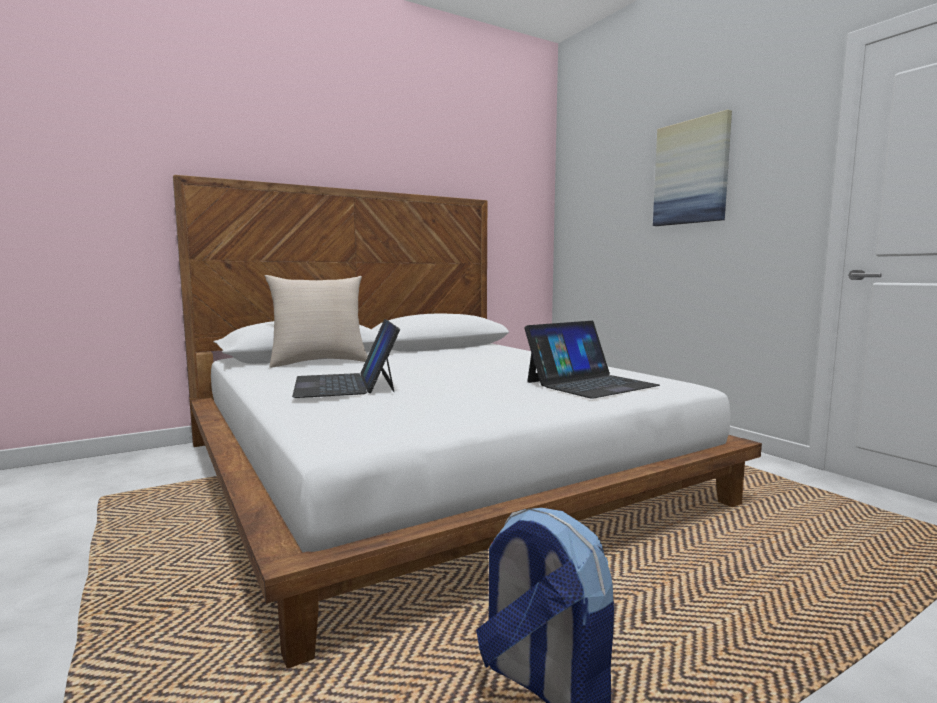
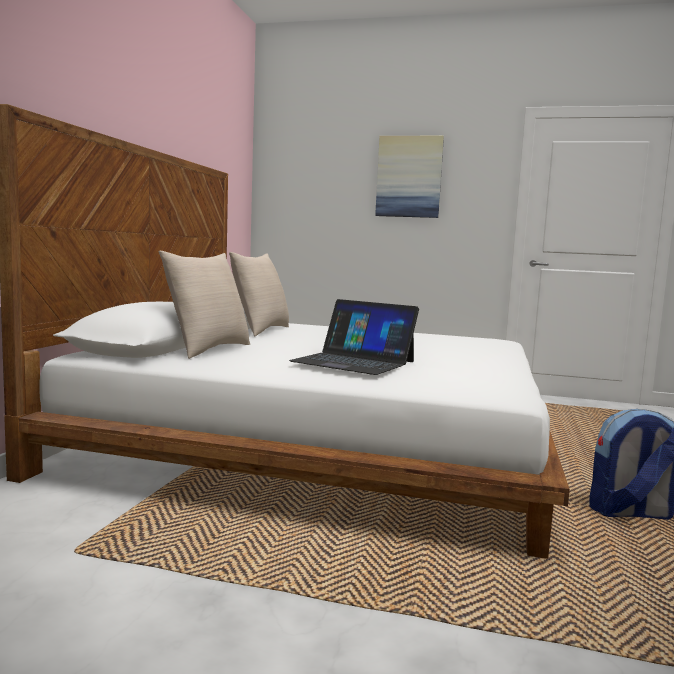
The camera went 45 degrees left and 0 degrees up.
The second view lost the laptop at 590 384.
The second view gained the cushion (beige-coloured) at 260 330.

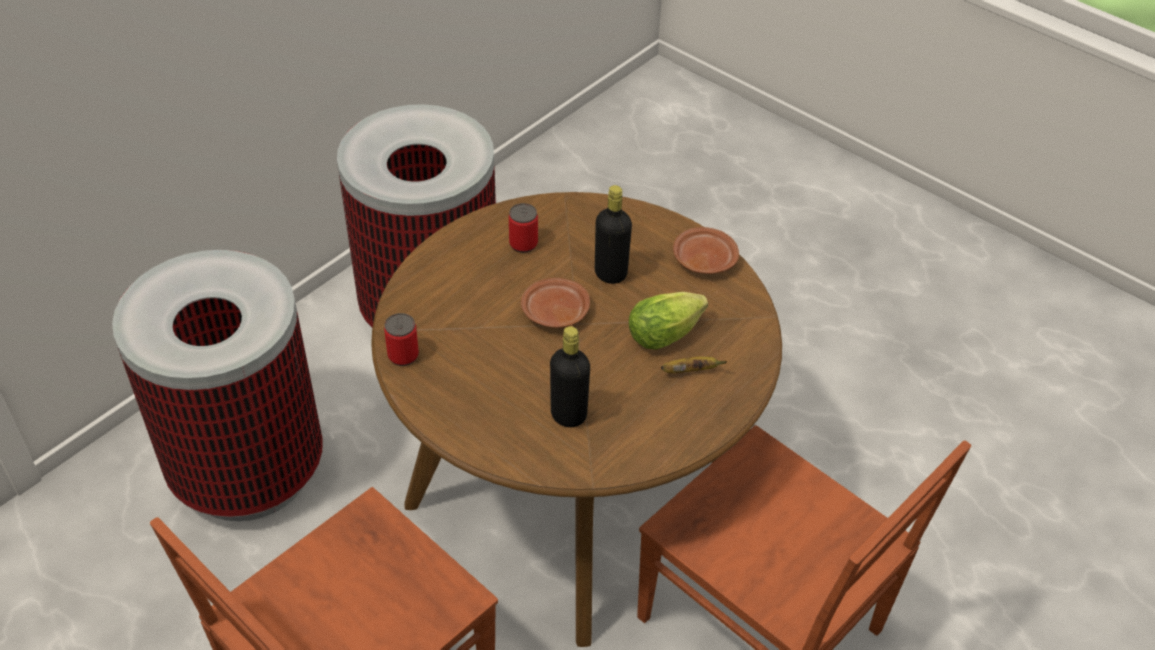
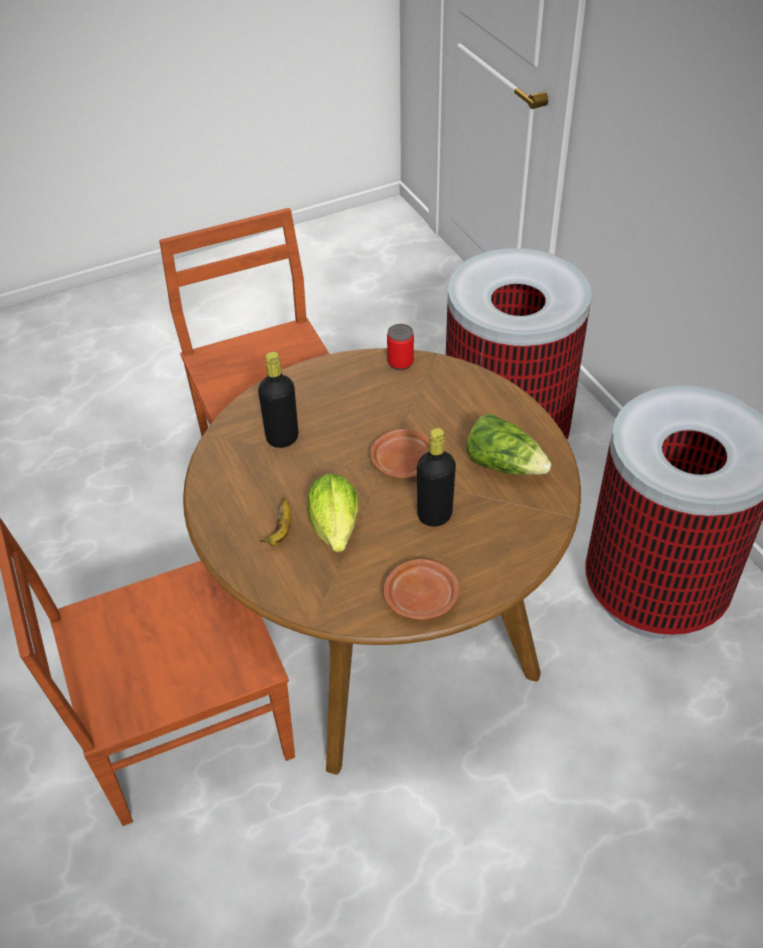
The camera went 115 degrees right and 0 degrees up.
Where the can stood at 523 244, the head of lettuce came to stand at 504 465.

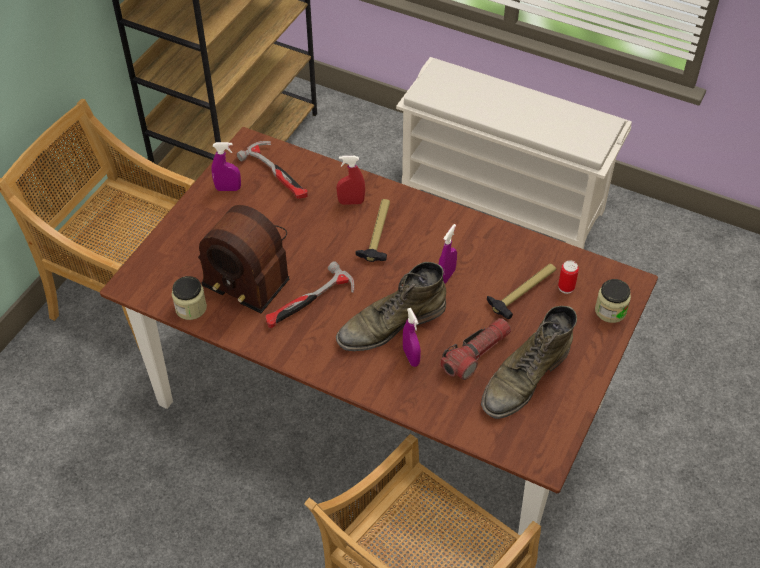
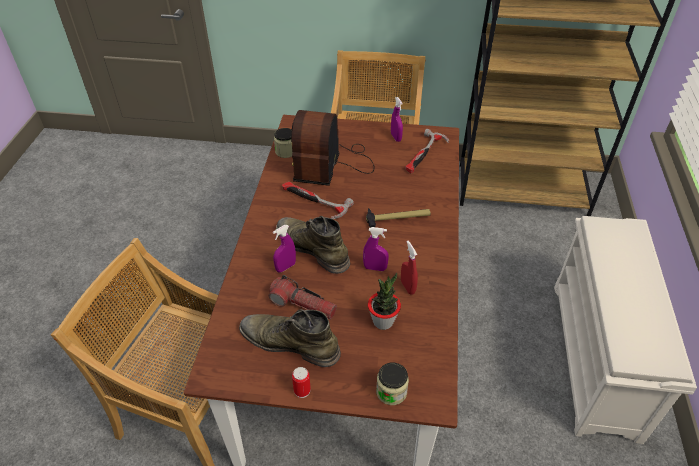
The camera went 70 degrees right and 5 degrees down.
The spray bottle (red-coloured) ended up elsewhere, having gone from 351 202 to 407 287.
Where the hand hammer stood at 523 291, the potted plant came to stand at 383 321.
The can ended up elsewhere, having gone from 566 287 to 302 390.

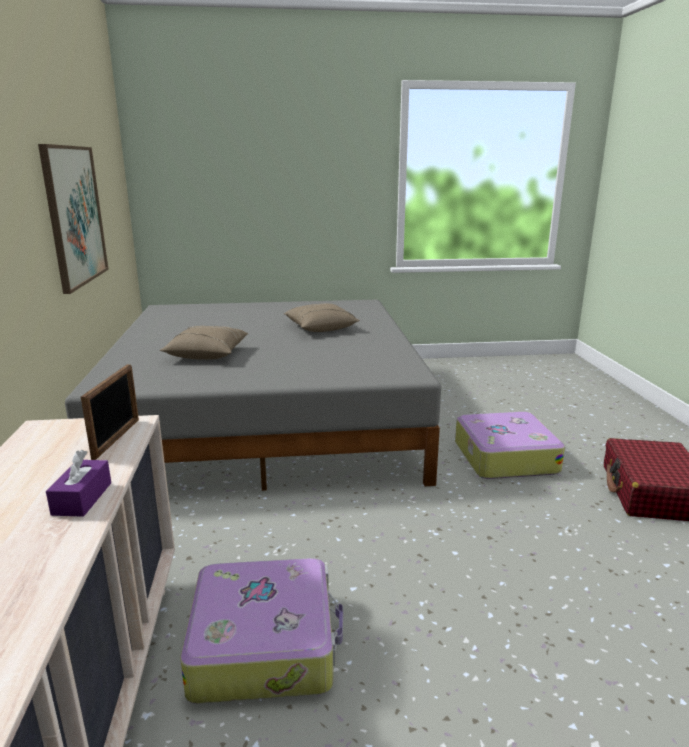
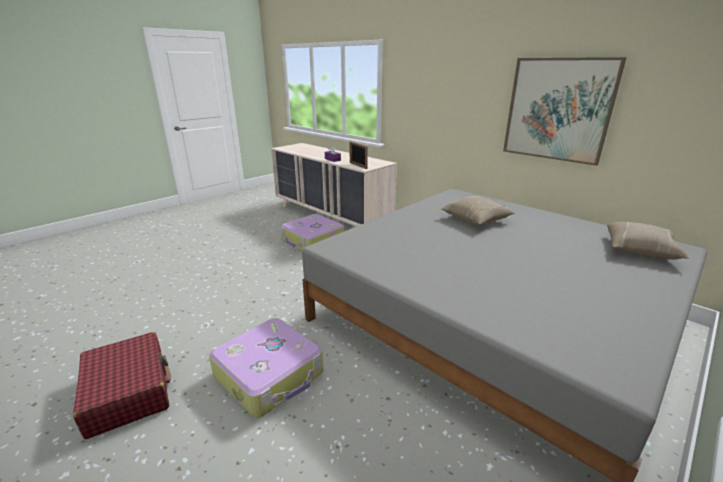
The camera went 140 degrees right and 5 degrees up.
The cushion (beige-coloured) ended up elsewhere, having gone from 320 328 to 640 250.

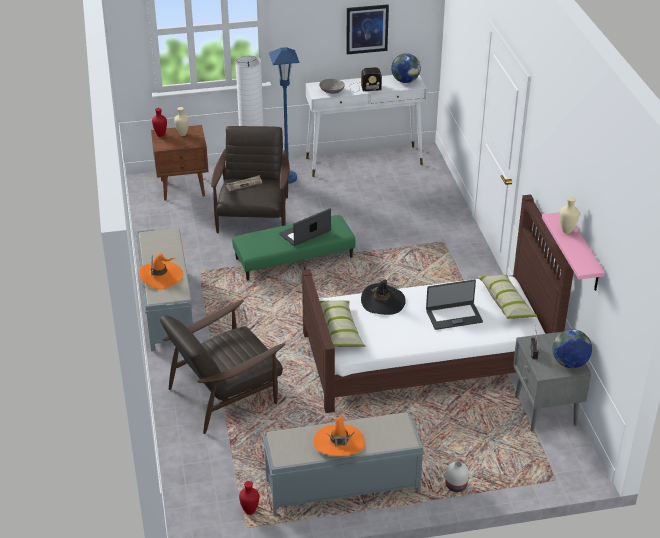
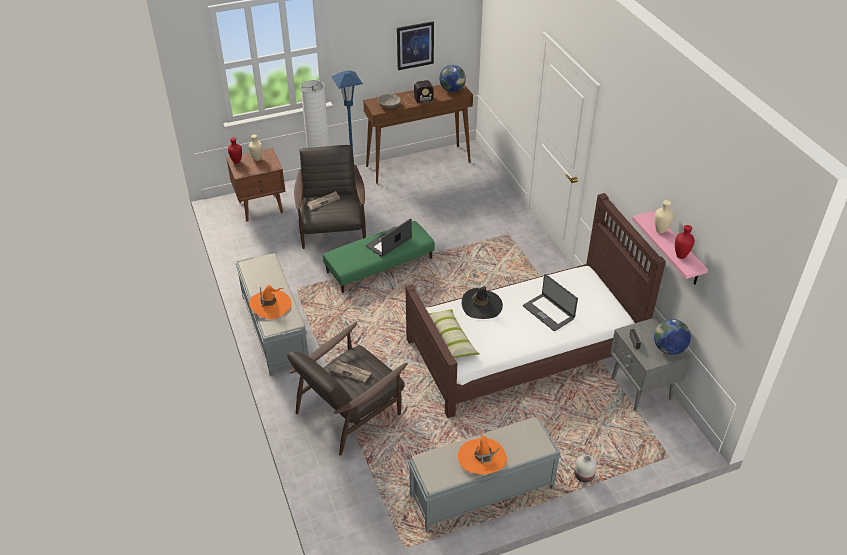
The camera went 10 degrees left and 5 degrees up.
The decorative vase (red-coloured) ended up elsewhere, having gone from 250 511 to 680 255.
What was the hall table (white-coloured) at 364 161 turned into the hall table (brownish) at 419 164.
The laptop at 453 316 ended up facing another way, 75 degrees clockwise from before.
The second view lost the cushion at 506 303.
The second view gained the daily paper at 351 372.

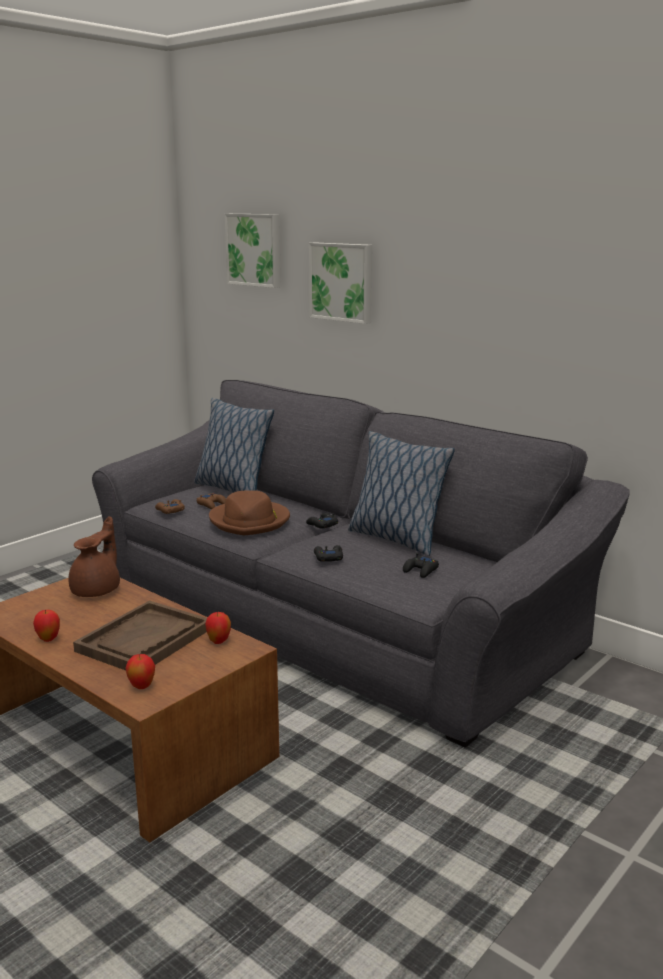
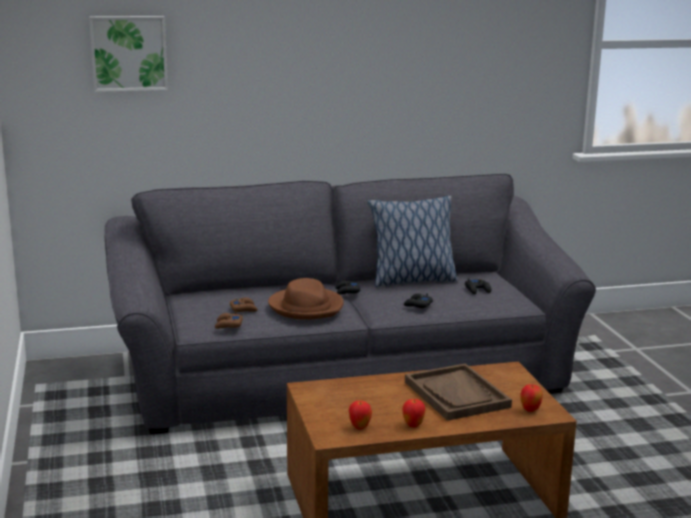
The camera went 55 degrees left and 0 degrees up.
The second view lost the tea pot (brownish) at 97 590.
The second view lost the cushion at 232 489.
The apple fruit ended up elsewhere, having gone from 219 642 to 359 427.
The second view lost the wall picture at 342 282.

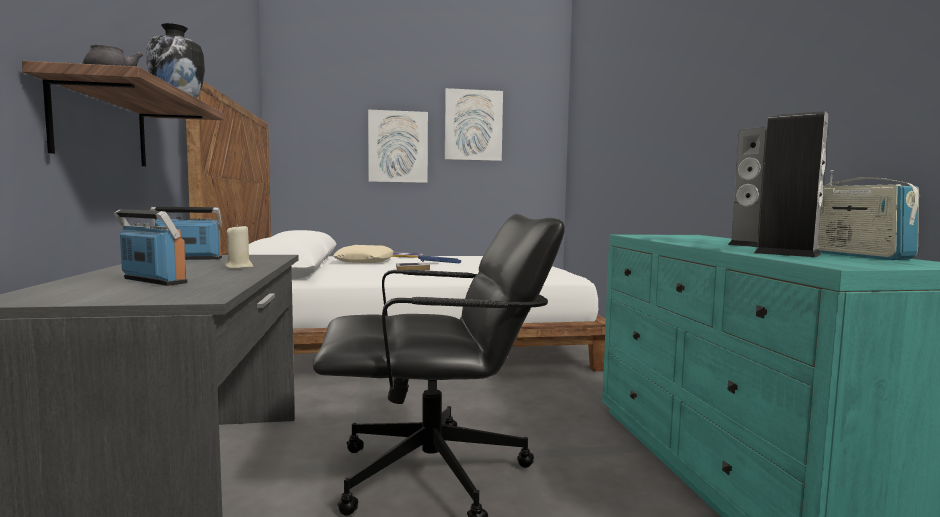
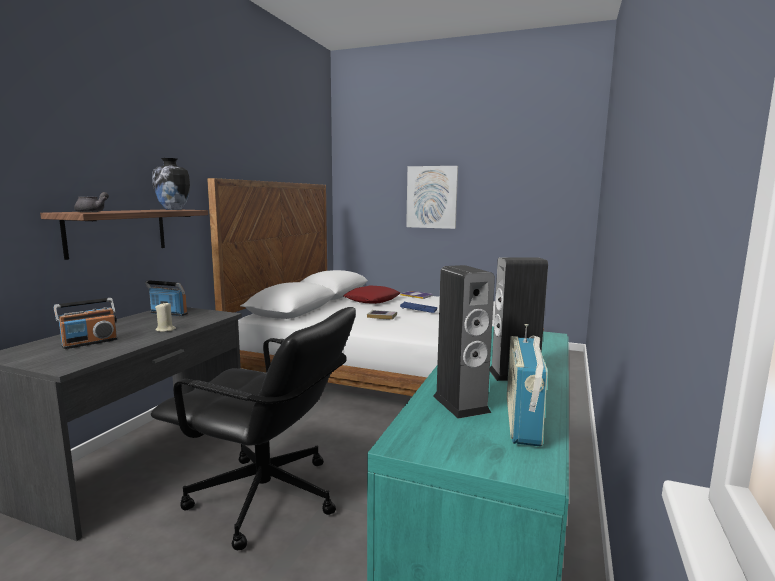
The camera went 30 degrees right and 5 degrees up.
The radio receiver at 153 281 ended up facing another way, 75 degrees clockwise from before.
What was the cushion (beige-coloured) at 364 261 turned into the cushion (red-coloured) at 372 300.
The second view lost the wall picture at 473 125.

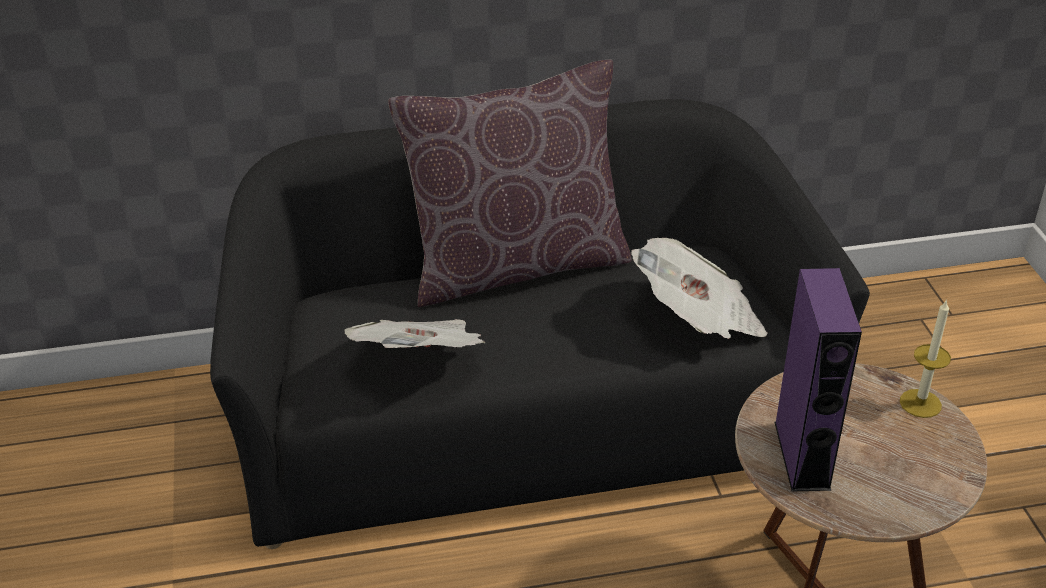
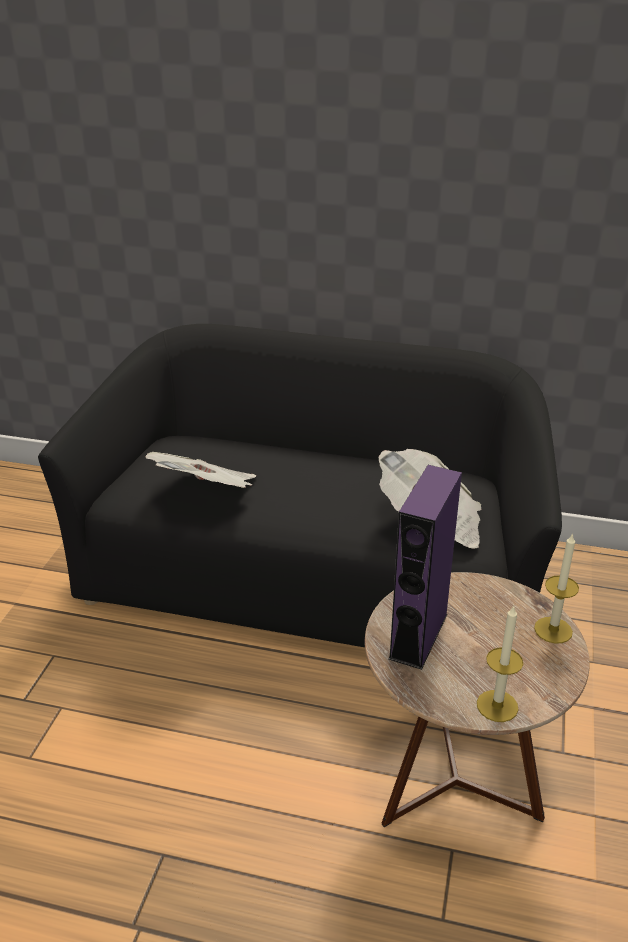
The camera went 25 degrees right and 5 degrees down.
The second view lost the cushion (brownish) at 516 265.
The second view gained the candle at 497 706.

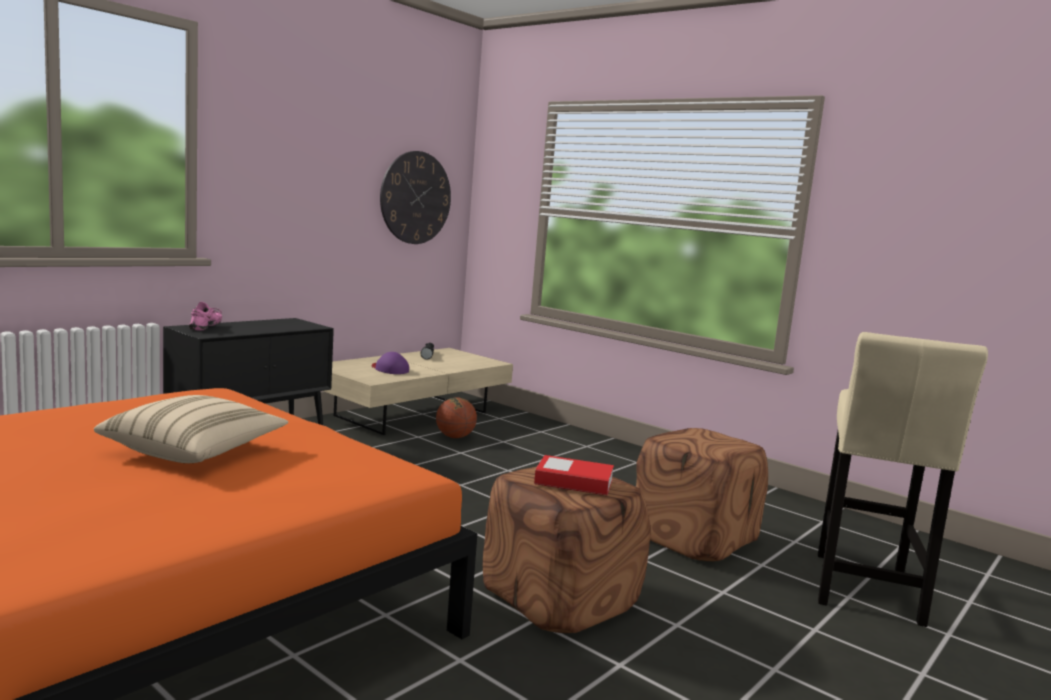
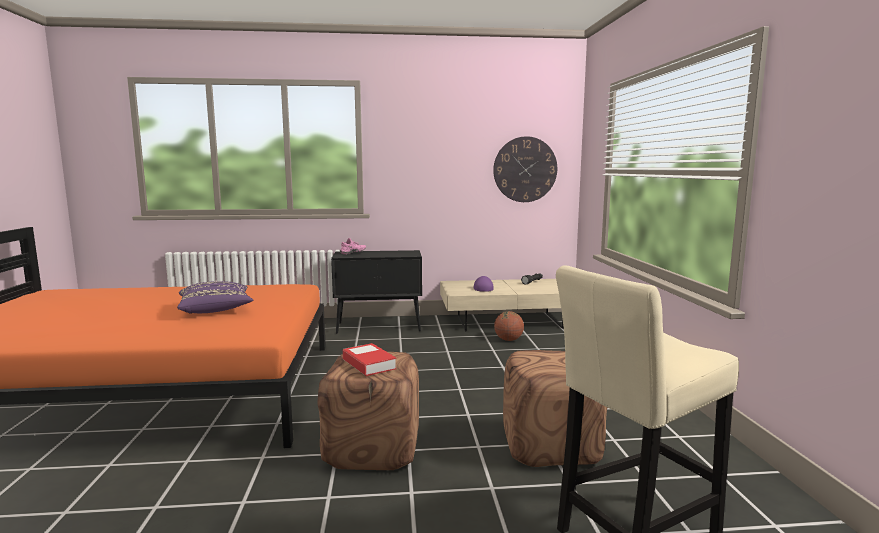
The camera went 45 degrees right and 0 degrees up.
What was the cushion (beige-coloured) at 195 451 turned into the cushion (purplish) at 216 310.

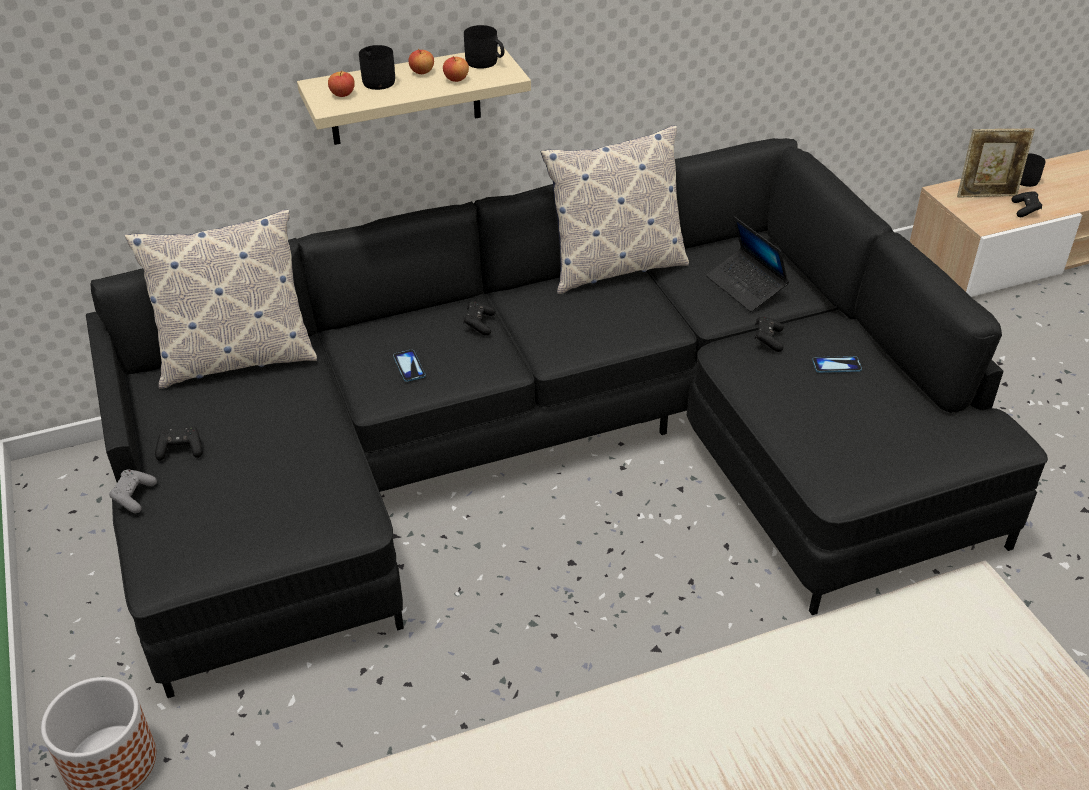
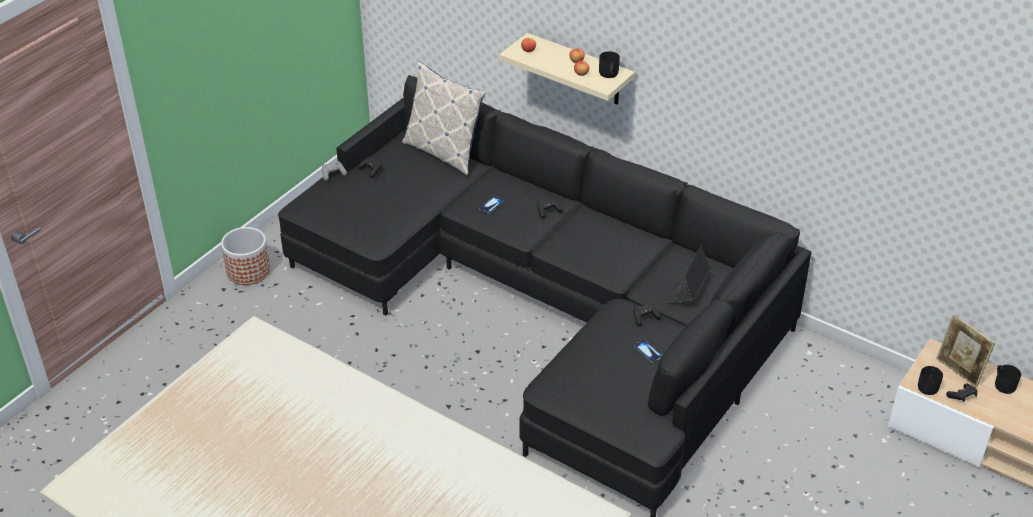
The camera went 55 degrees right and 0 degrees up.
The coffee mug (black) ended up elsewhere, having gone from 377 80 to 929 386.
The second view lost the cushion at 615 267.

